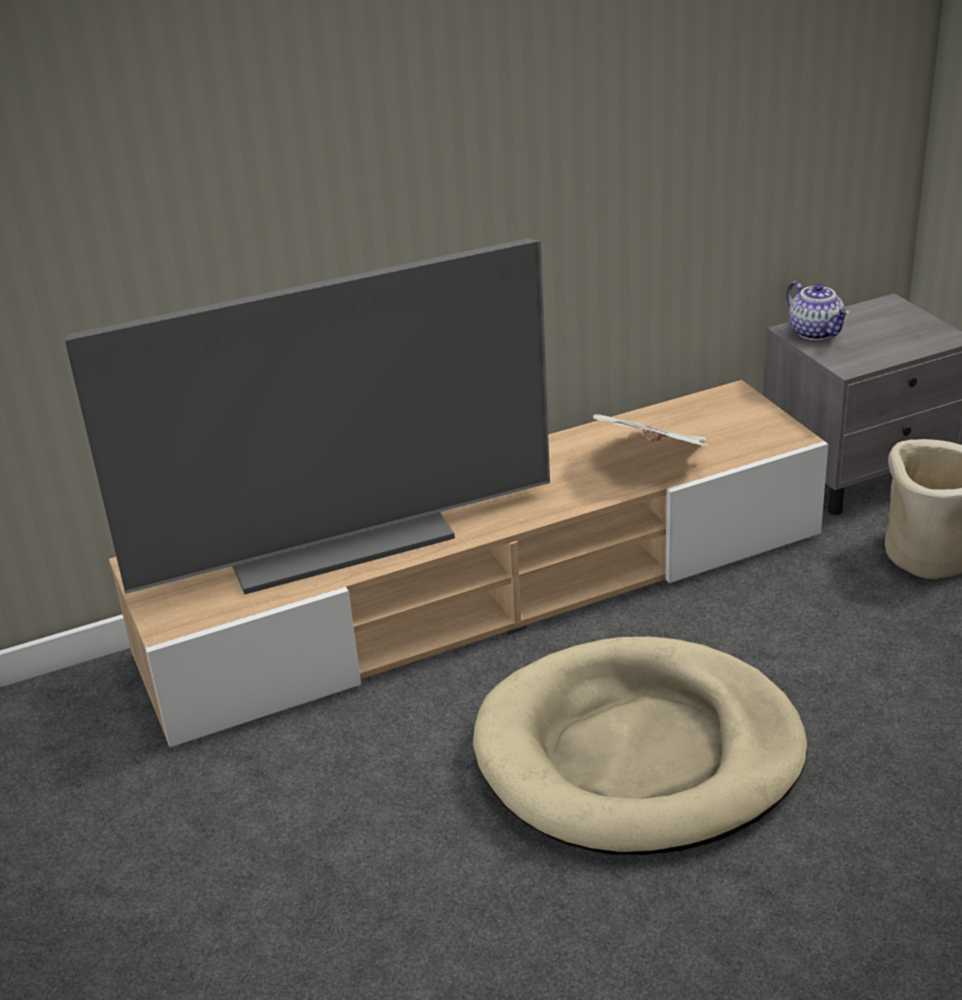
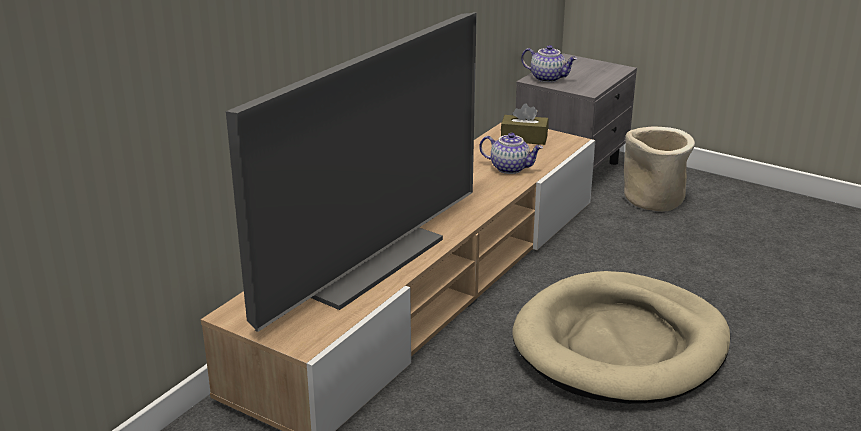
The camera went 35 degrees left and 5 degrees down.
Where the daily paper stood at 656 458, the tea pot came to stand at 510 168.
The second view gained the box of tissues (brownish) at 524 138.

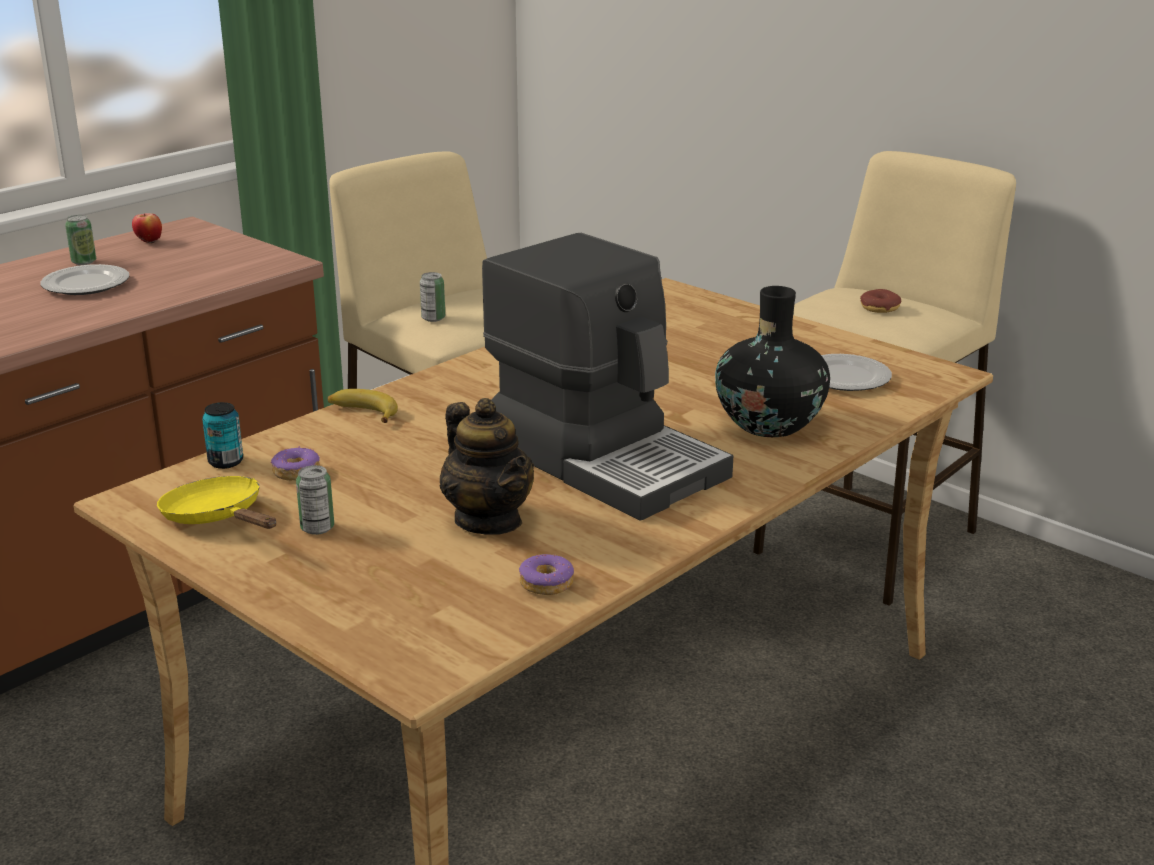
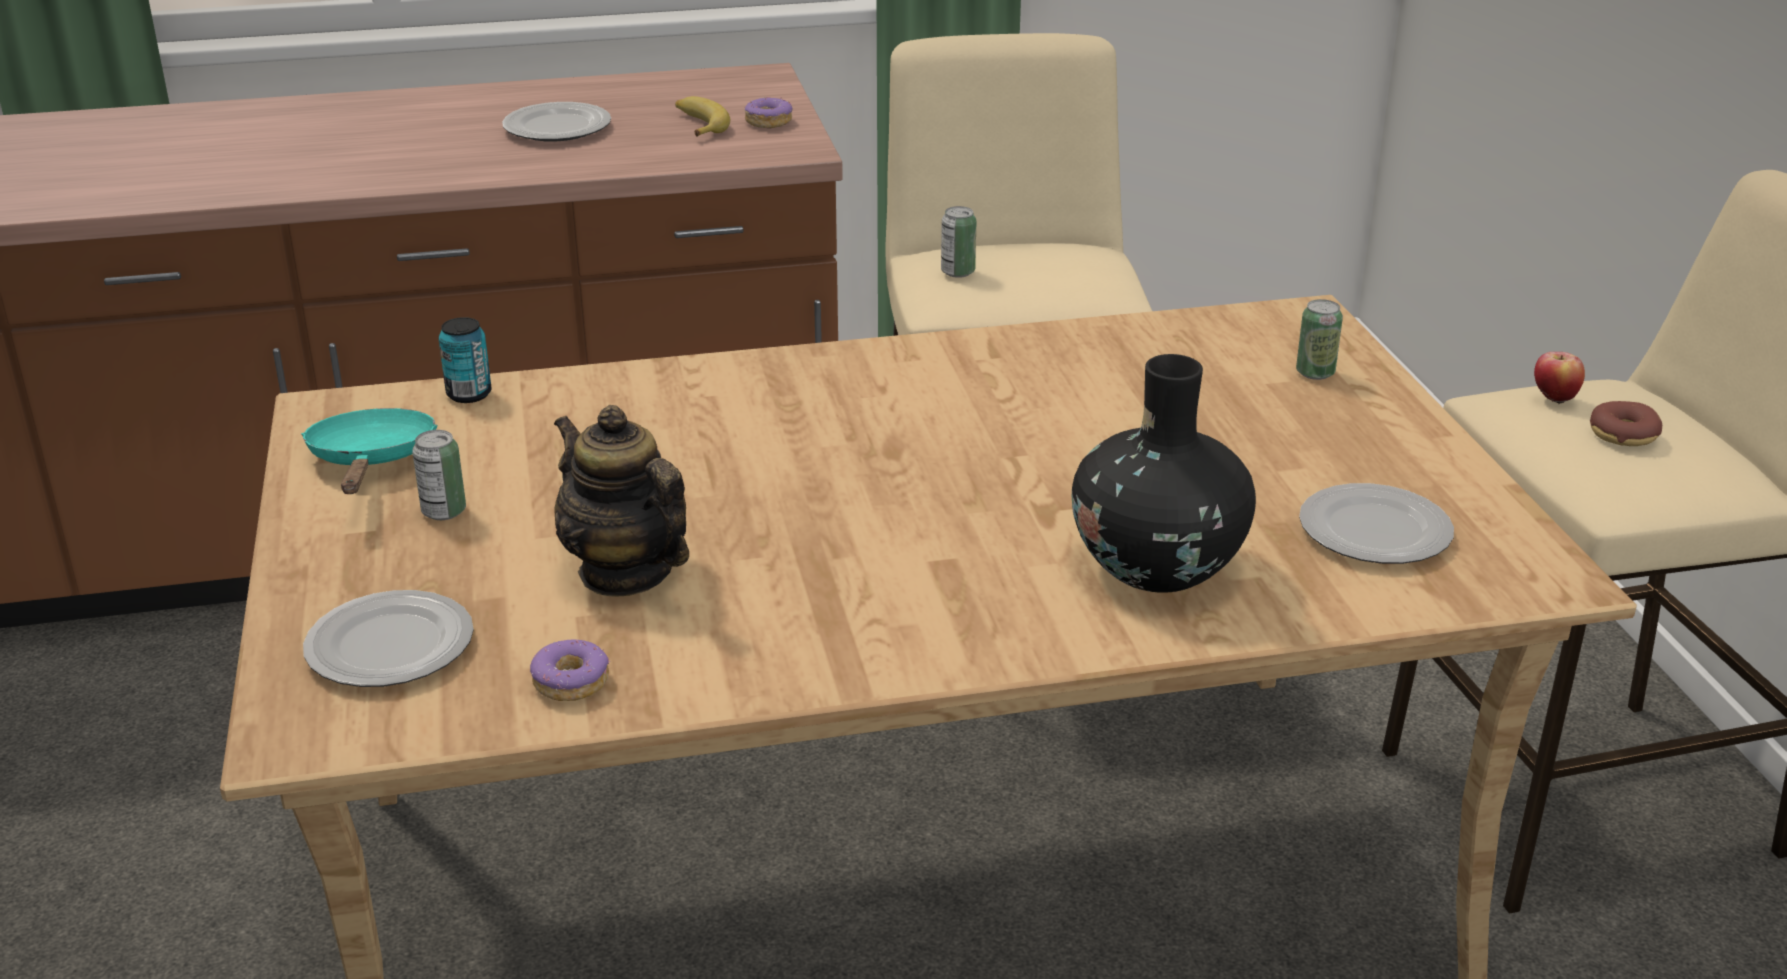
The camera went 35 degrees right and 5 degrees up.
The can ended up elsewhere, having gone from 84 262 to 1315 373.
The apple fruit ended up elsewhere, having gone from 149 242 to 1554 399.
What was the skillet (yellow) at 218 518 turned into the skillet (blue-green) at 372 461.
The ring doughnut ended up elsewhere, having gone from 296 472 to 768 122.
The banana fruit ended up elsewhere, having gone from 362 413 to 698 125.
The tea pot at 488 520 ended up facing another way, 135 degrees clockwise from before.
The second view lost the coffee maker at 606 458.
The second view gained the plate at 388 646.

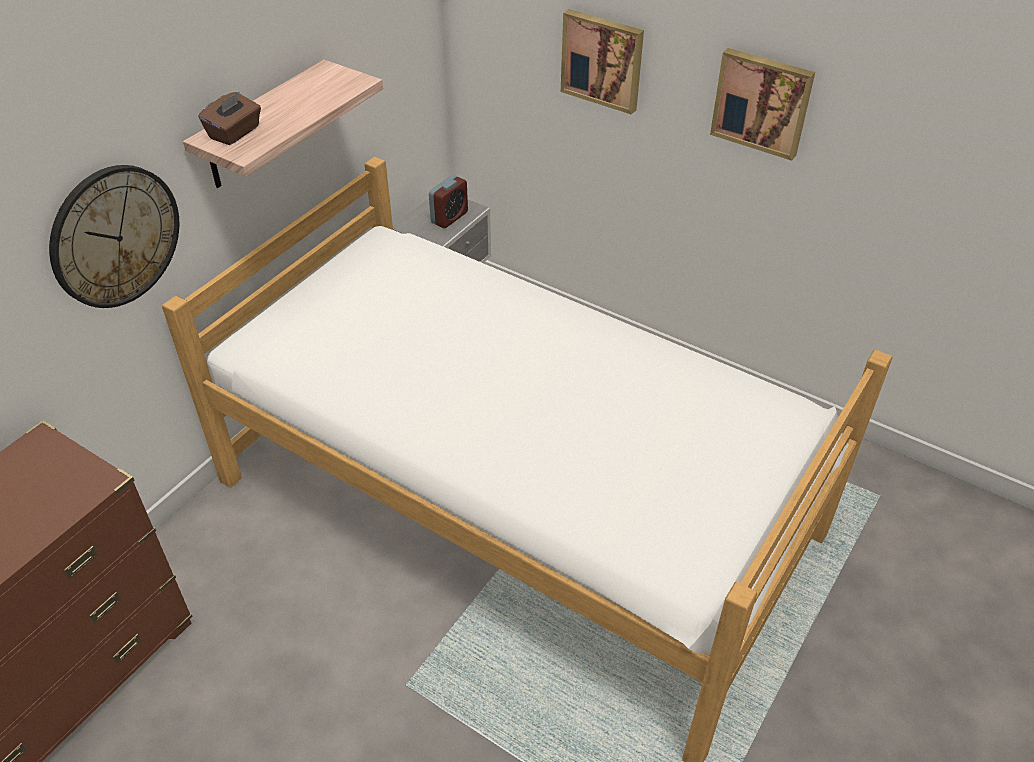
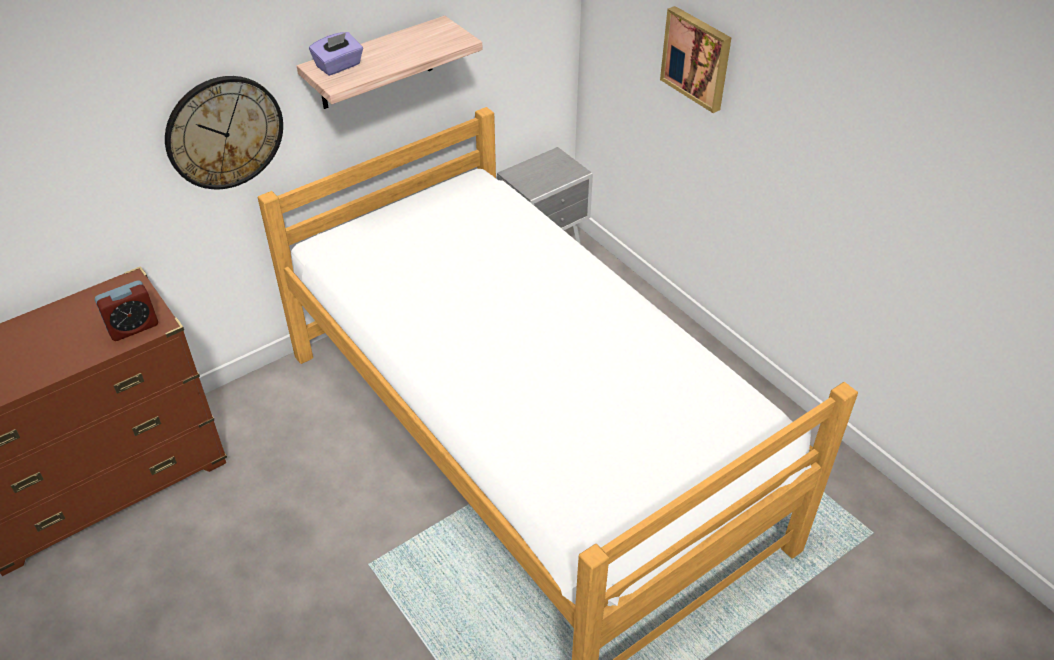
The camera went 20 degrees right and 0 degrees up.
What was the box of tissues (brownish) at 235 133 turned into the box of tissues (purplish) at 339 66.
The table clock ended up elsewhere, having gone from 449 217 to 133 327.
The second view lost the wall picture at 762 102.

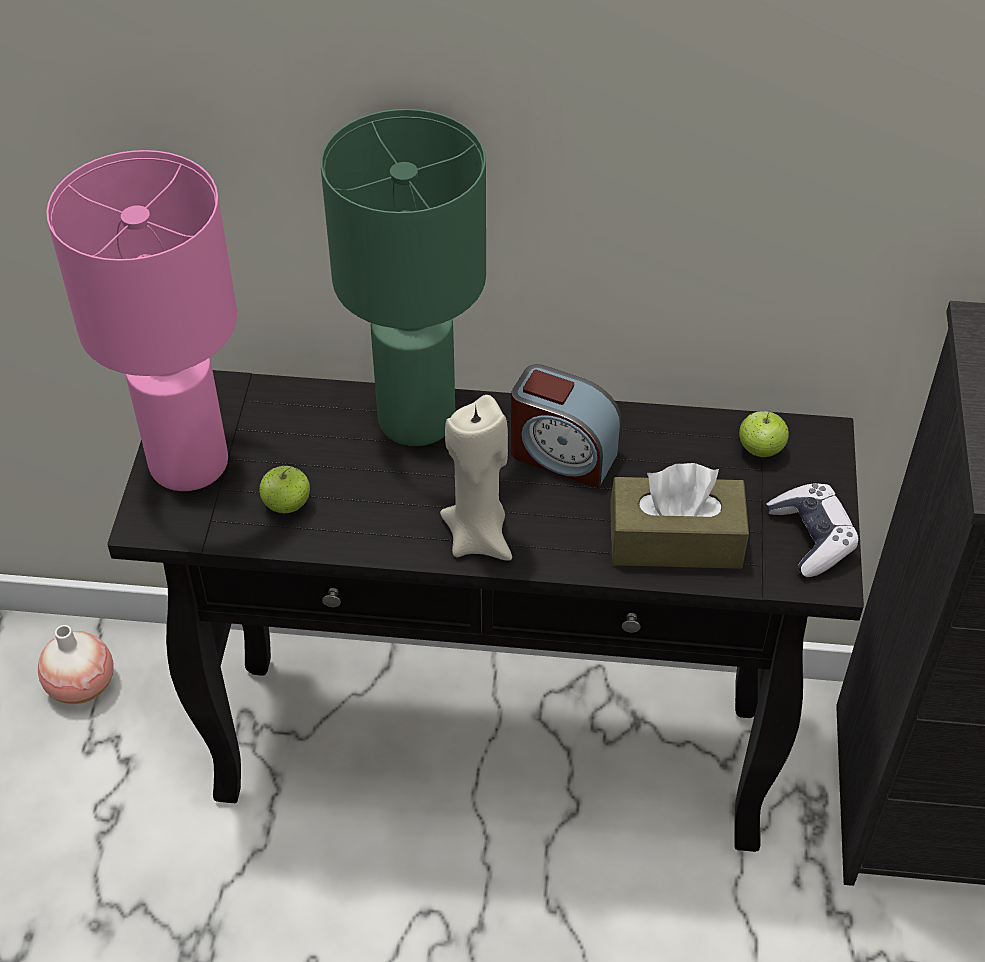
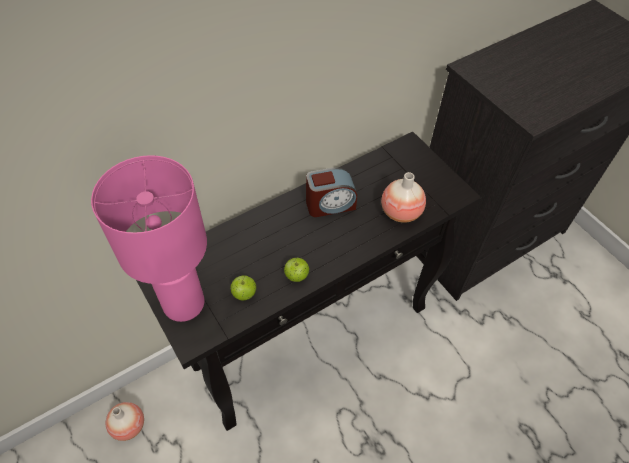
The camera went 40 degrees left and 5 degrees up.
The second view lost the table lamp (green) at 414 419.
The second view lost the candle (beige-coloured) at 479 537.
Where the box of tissues (brownish) stood at 675 540, the decorative vase came to stand at 400 212.
The apple fruit ended up elsewhere, having gone from 760 450 to 296 276.
The second view lost the game controller at 811 538.

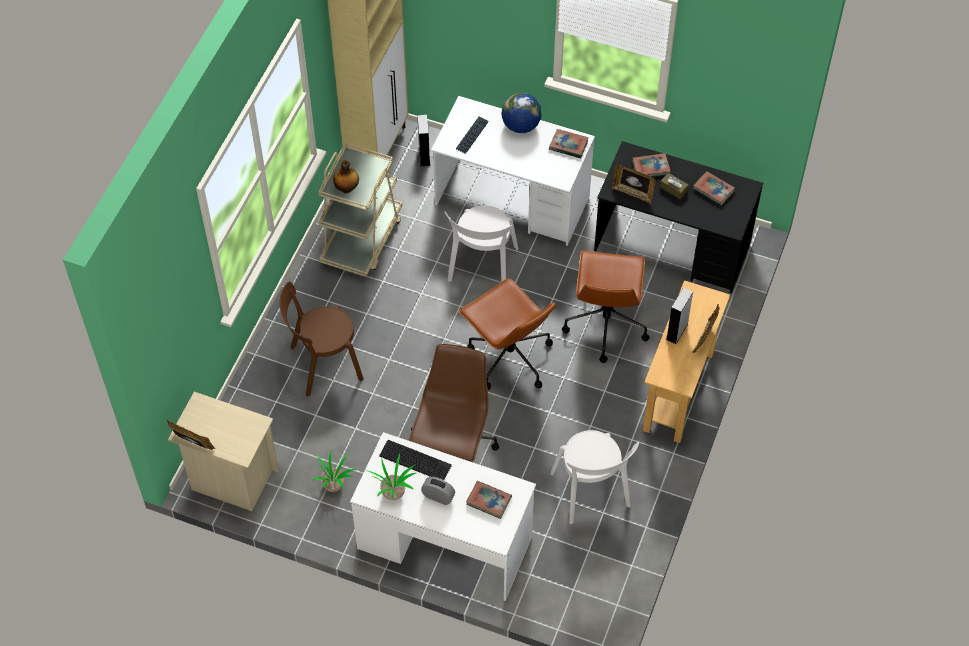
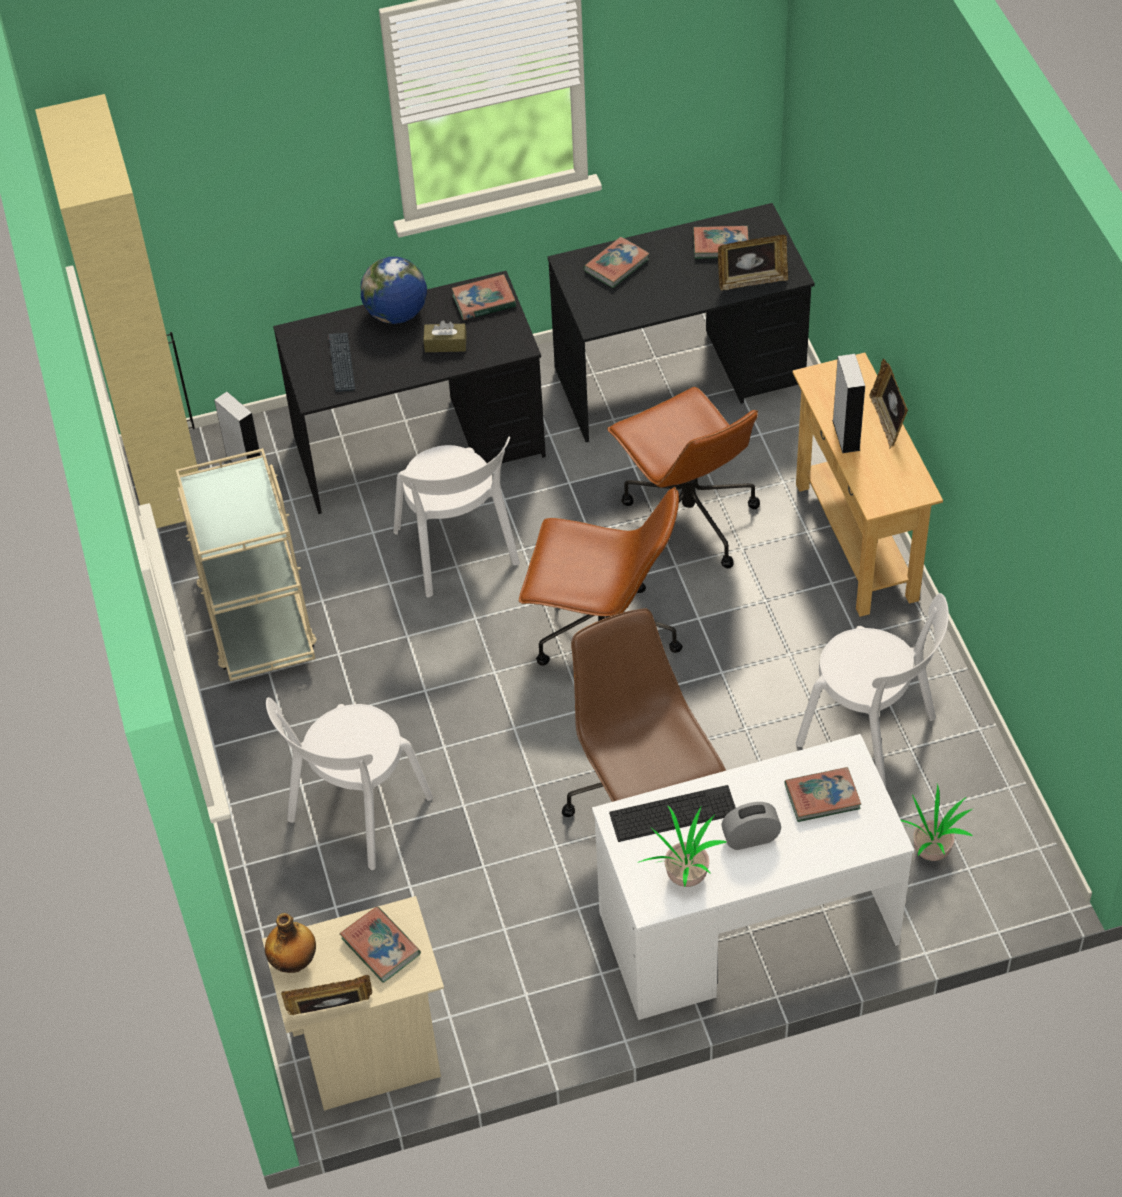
The camera went 35 degrees left and 5 degrees down.
What was the chair (brownish) at 322 364 turned into the chair (white-coloured) at 356 813.
The potted plant ended up elsewhere, having gone from 334 484 to 931 849.
The drink bottle ended up elsewhere, having gone from 347 188 to 294 961.
What was the desk unit (white-coloured) at 512 201 turned into the desk unit (black) at 419 447.
The standing frame ended up elsewhere, having gone from 633 192 to 752 280.
The box of tissues (brownish) ended up elsewhere, having gone from 673 189 to 445 344.
The second view gained the book at 380 947.

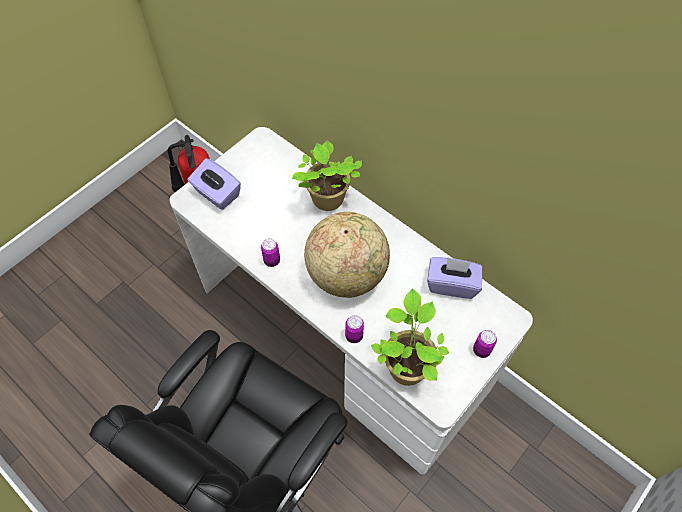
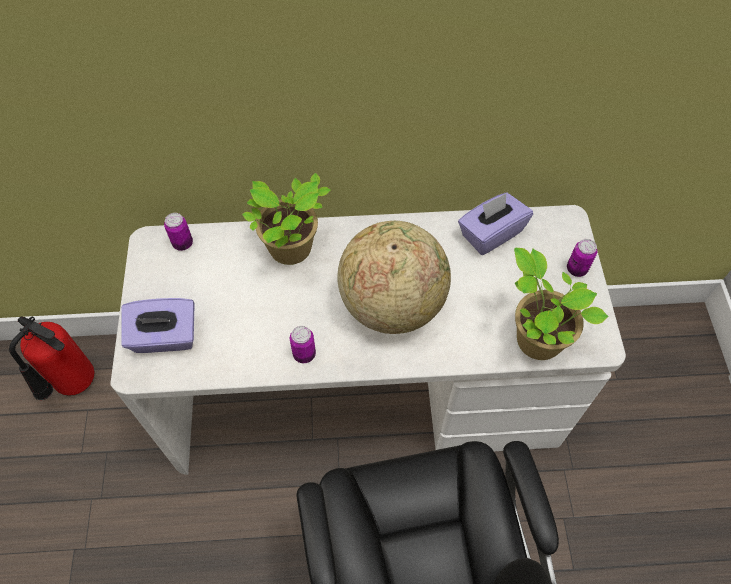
The camera went 45 degrees left and 0 degrees up.
The can ended up elsewhere, having gone from 354 336 to 183 243.

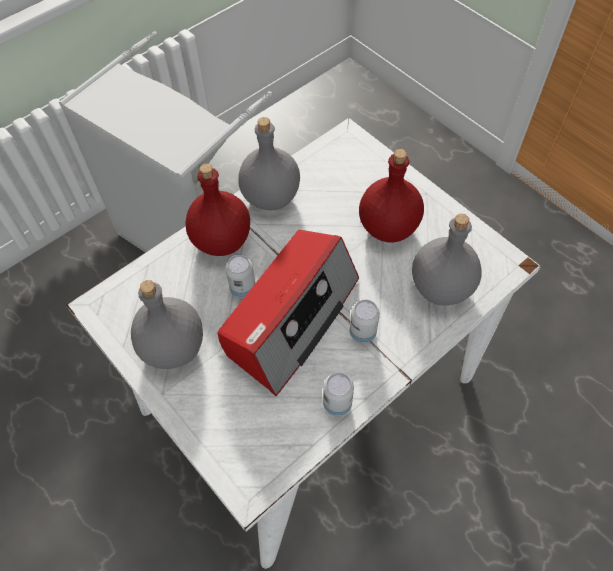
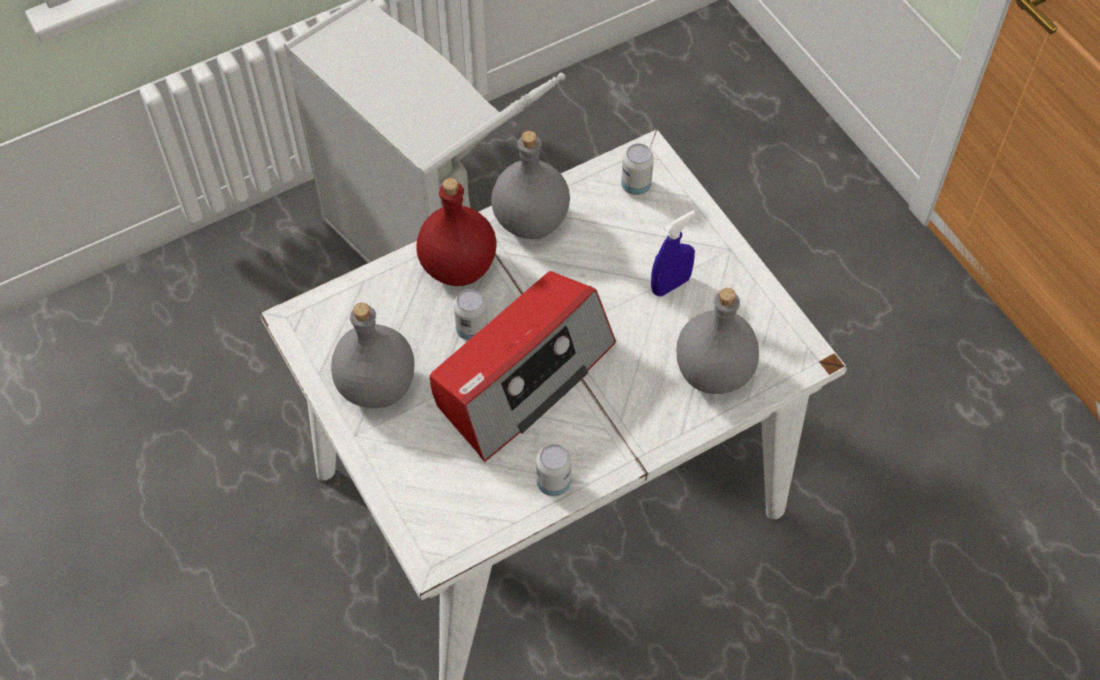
The camera went 10 degrees right and 0 degrees up.
The can ended up elsewhere, having gone from 362 332 to 636 186.
Where the drink bottle (red-coloured) stood at 389 227, the spray bottle (bluish) came to stand at 670 285.

